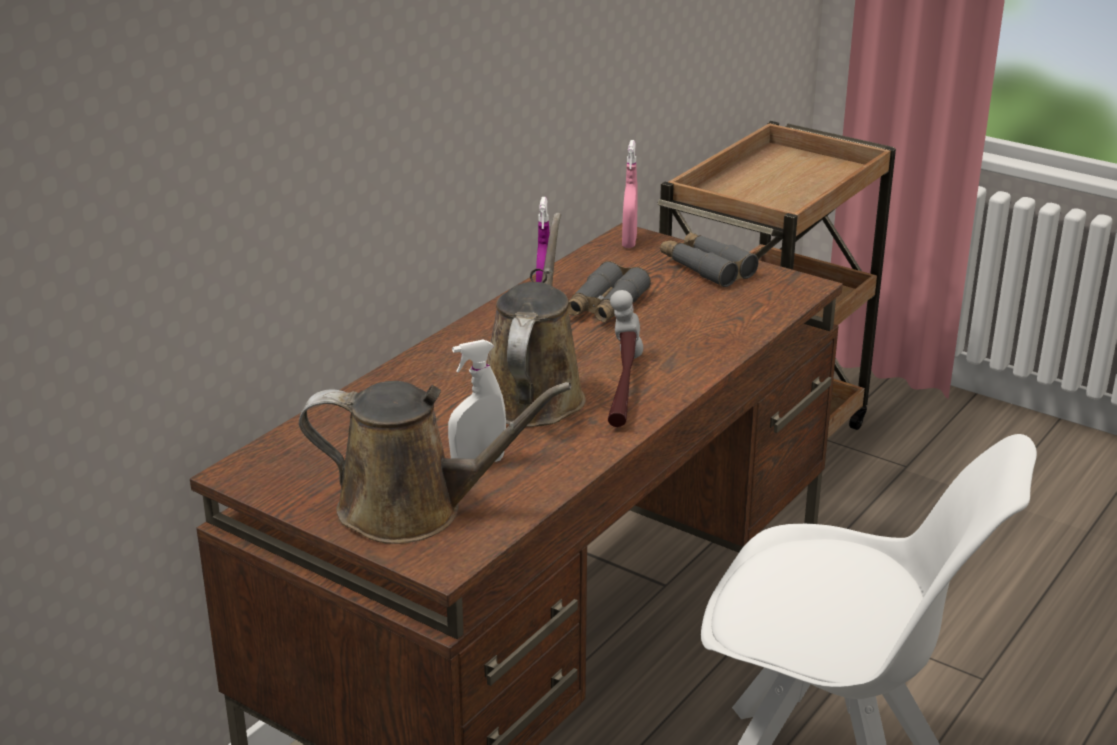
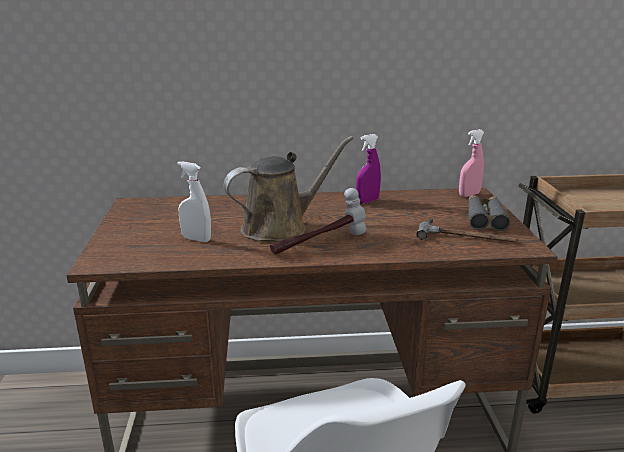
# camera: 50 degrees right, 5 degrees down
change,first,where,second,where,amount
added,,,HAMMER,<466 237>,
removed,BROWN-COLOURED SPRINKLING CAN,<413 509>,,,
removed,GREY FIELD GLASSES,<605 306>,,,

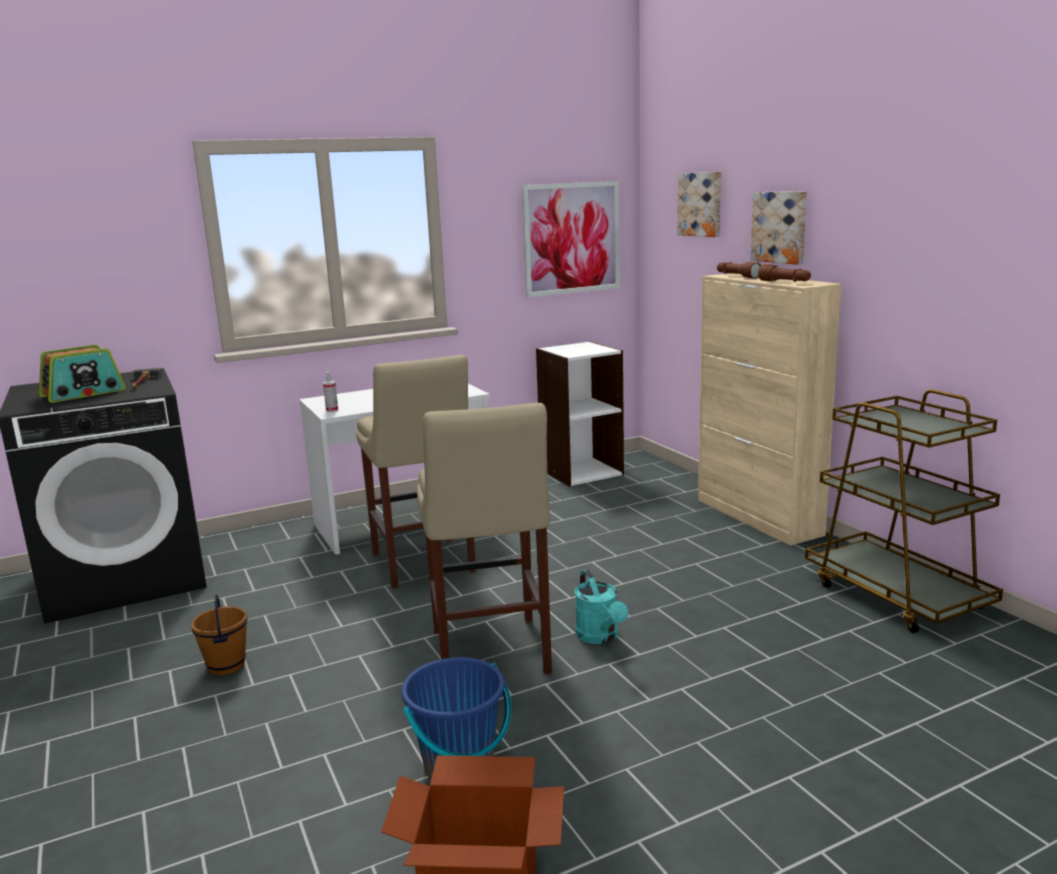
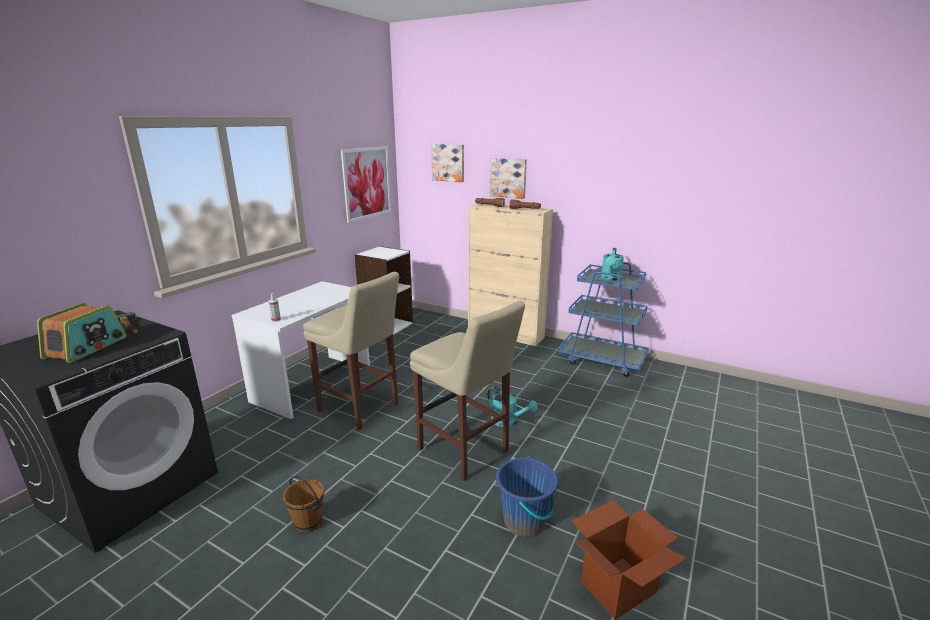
# camera: 35 degrees left, 5 degrees up
change,first,where,second,where,amount
recoloured,BROWN-COLOURED WHEELED CART,<896 595>,BLUE-COLOURED WHEELED CART,<602 360>,
added,,,TURQUOISE-COLOURED SPRINKLING CAN,<611 279>,

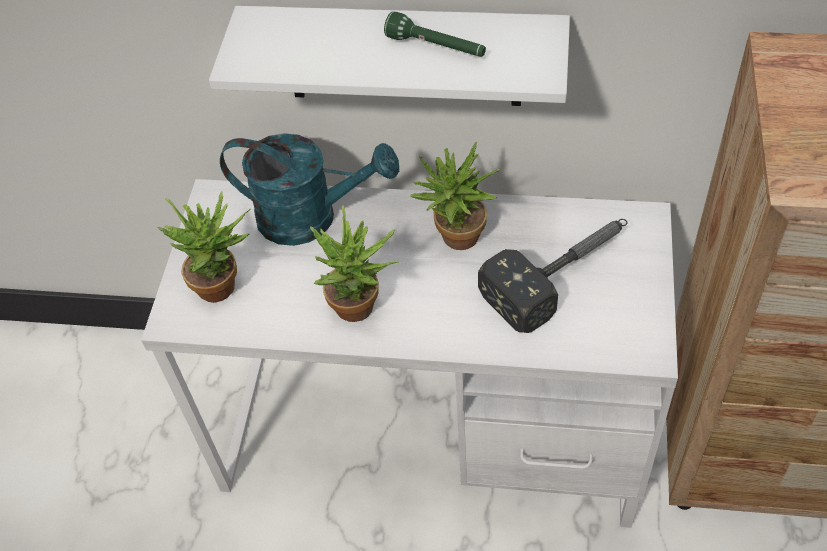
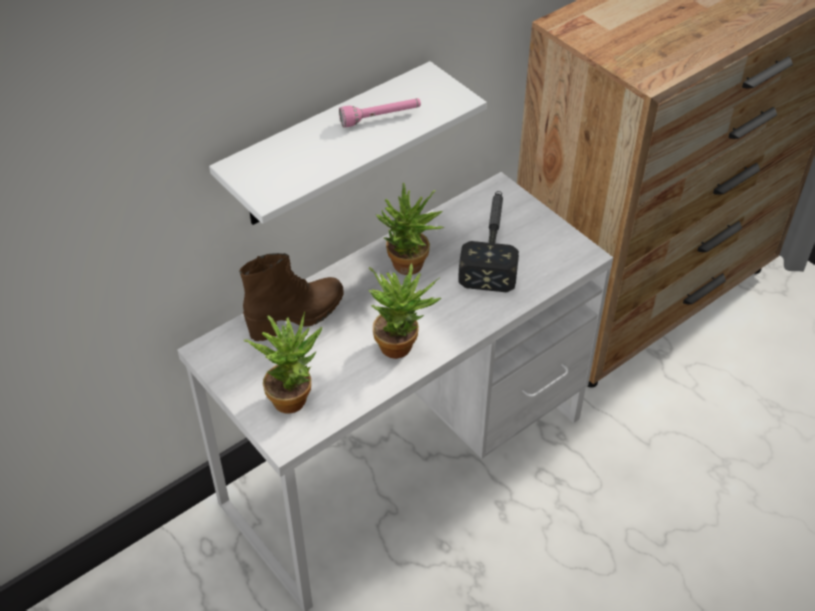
# camera: 50 degrees left, 5 degrees down
change,first,where,second,where,amount
replaced,TURQUOISE-COLOURED SPRINKLING CAN,<311 217>,BROWN-COLOURED BOOT,<297 317>,
recoloured,GREEN-COLOURED HAND TORCH,<436 48>,PINK HAND TORCH,<381 118>,

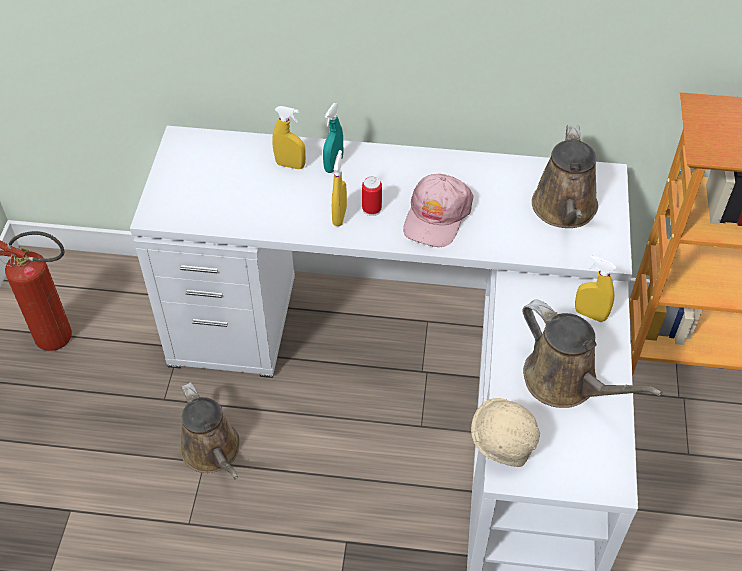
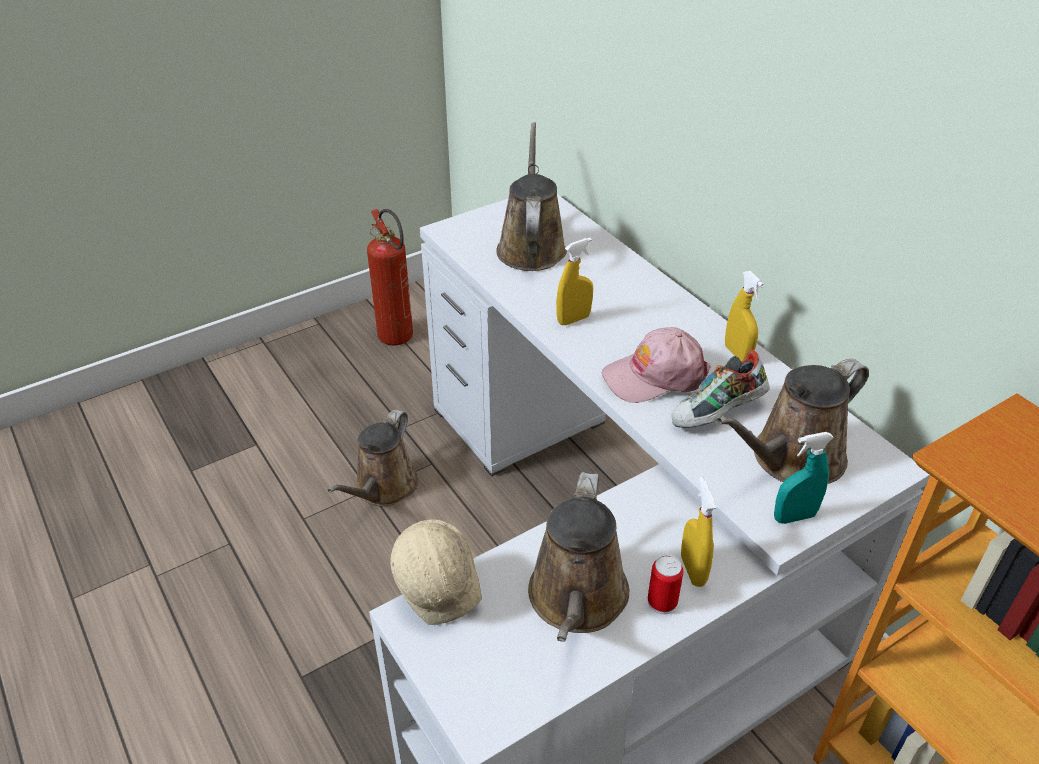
# camera: 50 degrees right, 10 degrees down
change,first,where,second,where,amount
added,,,BROWN-COLOURED SPRINKLING CAN,<531 246>,
moved,METAL CAN,<371 209>,,<662 602>,
added,,,SHOE,<717 414>,
moved,YELLOWISH SPRAYER,<290 165>,,<737 354>,
moved,TURQUOISE-COLOURED SPRAYER,<333 164>,,<794 517>,

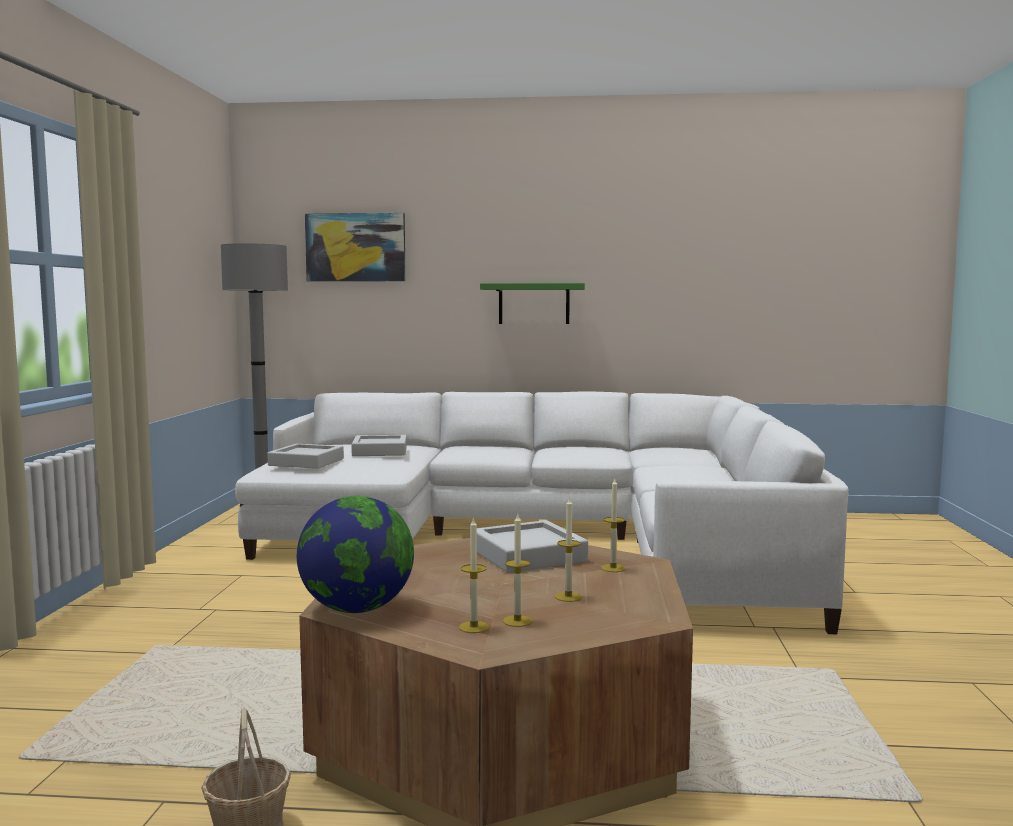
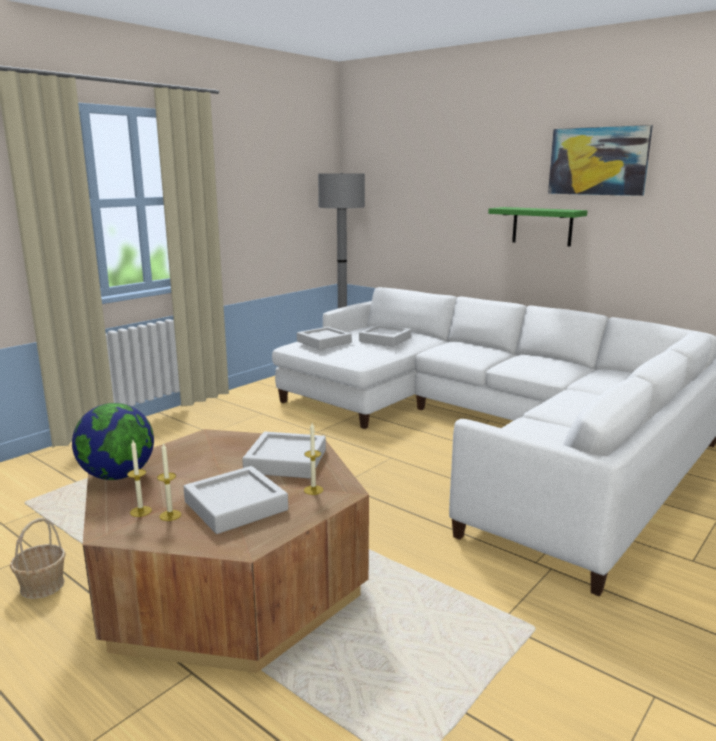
# camera: 35 degrees right, 10 degrees up
change,first,where,second,where,amount
replaced,WAX LIGHT,<568 597>,GREY SERVING TRAY,<236 506>,
moved,WALL PICTURE,<355 247>,,<598 161>,

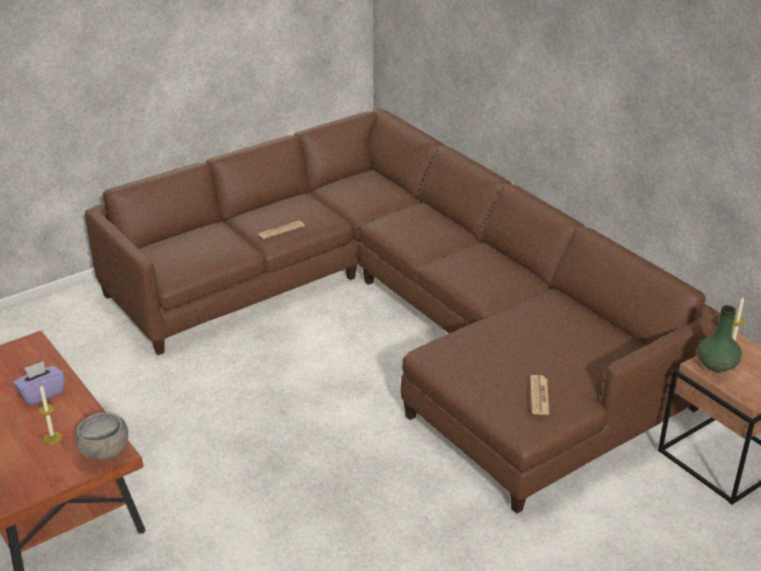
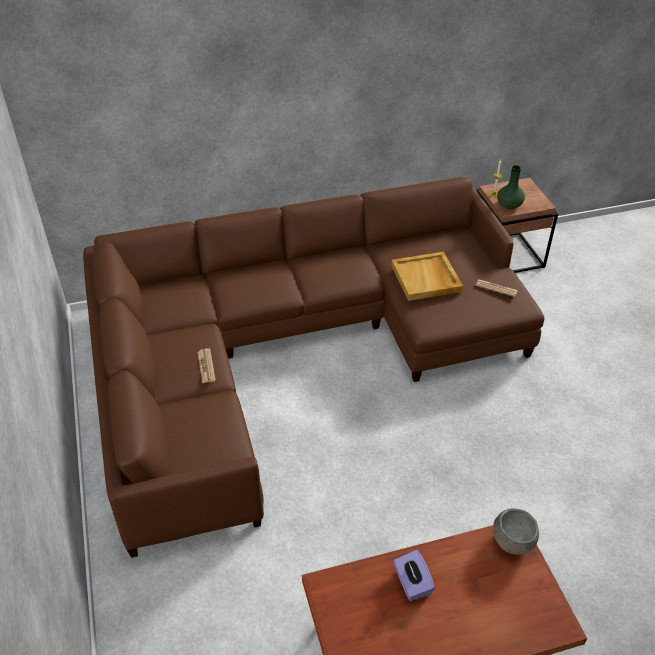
# camera: 70 degrees left, 10 degrees up
change,first,where,second,where,amount
added,,,SAND-COLOURED SERVING TRAY,<426 278>,
removed,WAX LIGHT,<52 438>,,,

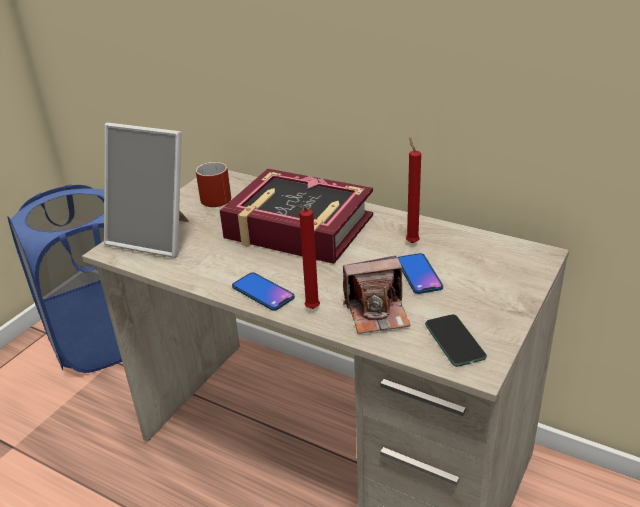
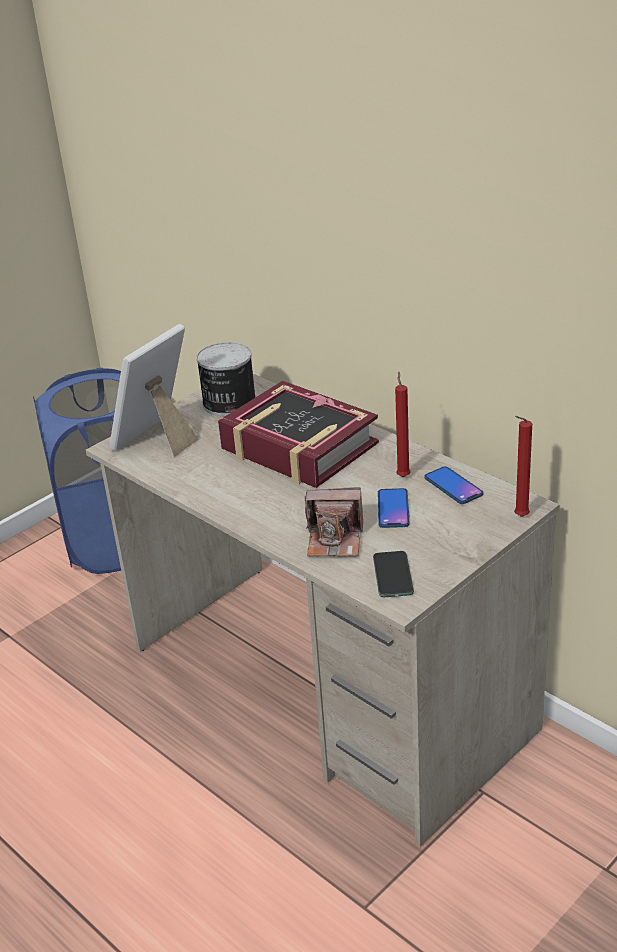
# camera: 15 degrees right, 0 degrees up
change,first,where,second,where,amount
turned,PICTURE FRAME,<156 237>,,<158 439>,90 degrees clockwise
replaced,REDDISH MUG,<214 197>,METAL CAN,<228 403>,
moved,HANDSET,<263 292>,,<453 486>,
moved,REDDISH WAX LIGHT,<310 309>,,<519 517>,

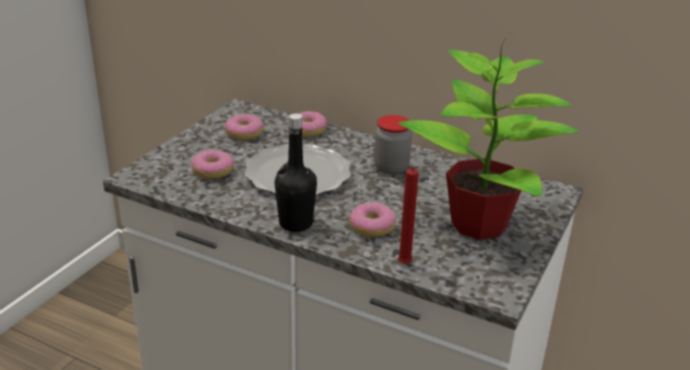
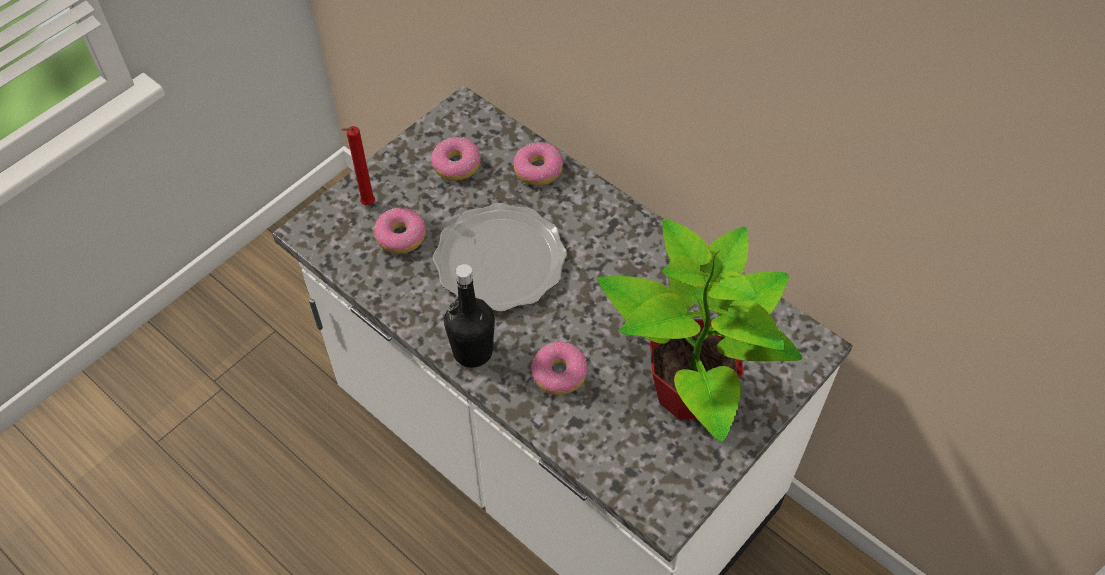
# camera: 15 degrees right, 25 degrees up
change,first,where,second,where,amount
moved,REDDISH WAX LIGHT,<403 265>,,<366 205>,
removed,STORAGE JAR,<391 168>,,,

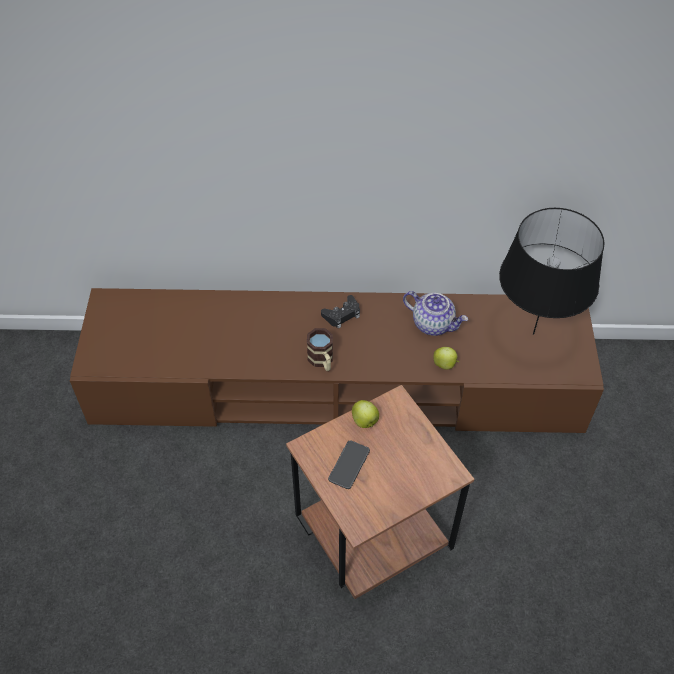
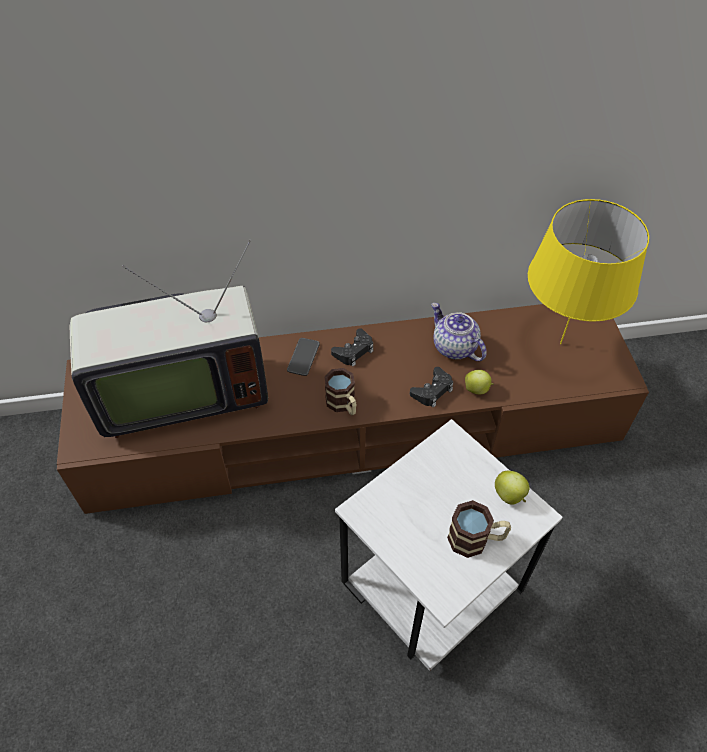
# camera: 10 degrees left, 0 degrees up
change,first,where,second,where,amount
added,,,TELEVISION,<180 392>,
moved,HANDSET,<349 465>,,<303 357>,
recoloured,BROWN-COLOURED ACCENT TABLE,<372 540>,WHITE ACCENT TABLE,<428 594>,
added,,,BLACK-COLOURED JOYPAD,<432 391>,
turned,POT FOR TEA,<433 324>,,<454 347>,150 degrees counterclockwise
added,,,MUG,<476 539>,
moved,APPLE,<365 422>,,<510 495>,
recoloured,BLACK-COLOURED LAMP FOR A TABLE,<533 333>,YELLOWISH LAMP FOR A TABLE,<560 343>,

